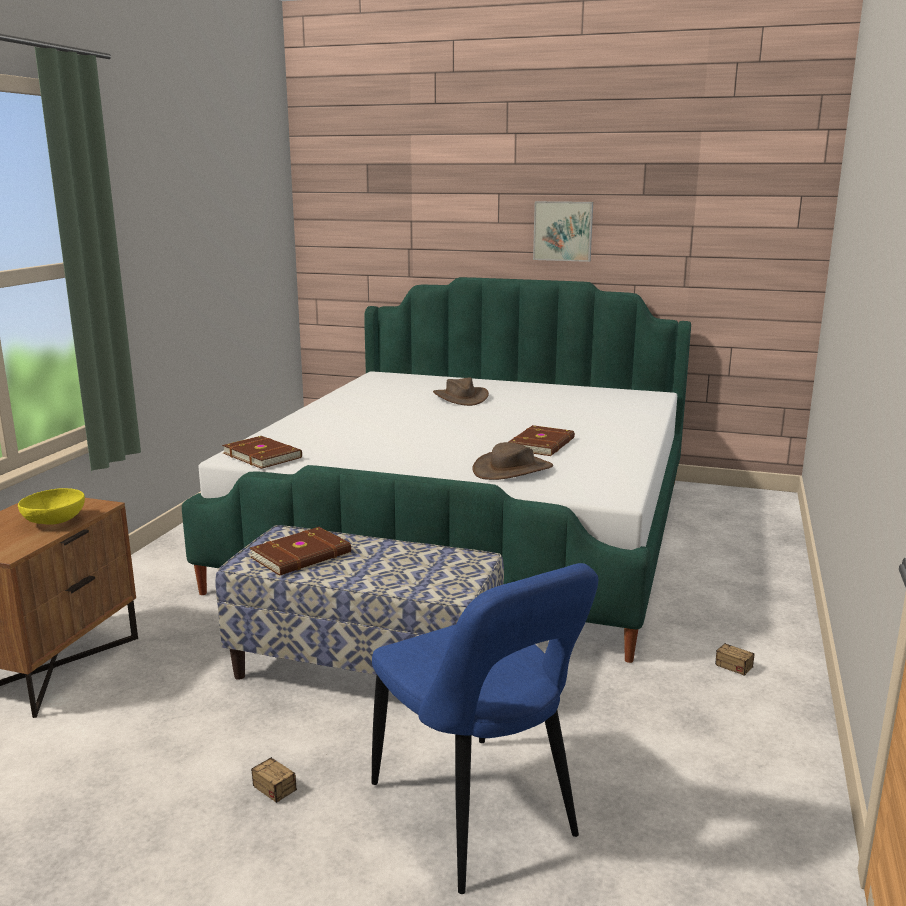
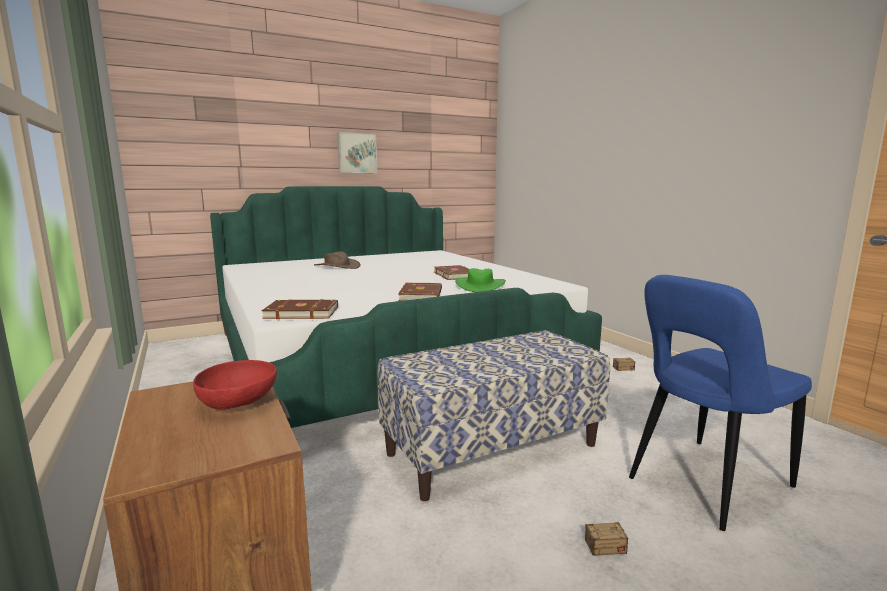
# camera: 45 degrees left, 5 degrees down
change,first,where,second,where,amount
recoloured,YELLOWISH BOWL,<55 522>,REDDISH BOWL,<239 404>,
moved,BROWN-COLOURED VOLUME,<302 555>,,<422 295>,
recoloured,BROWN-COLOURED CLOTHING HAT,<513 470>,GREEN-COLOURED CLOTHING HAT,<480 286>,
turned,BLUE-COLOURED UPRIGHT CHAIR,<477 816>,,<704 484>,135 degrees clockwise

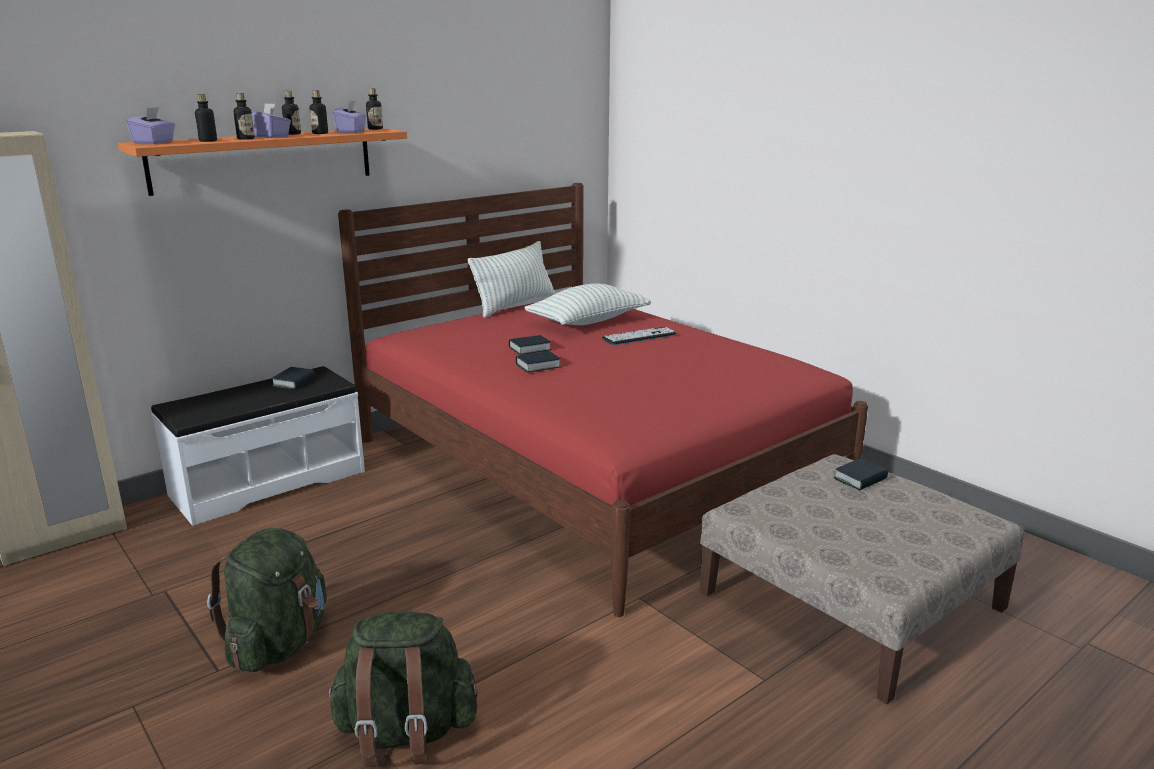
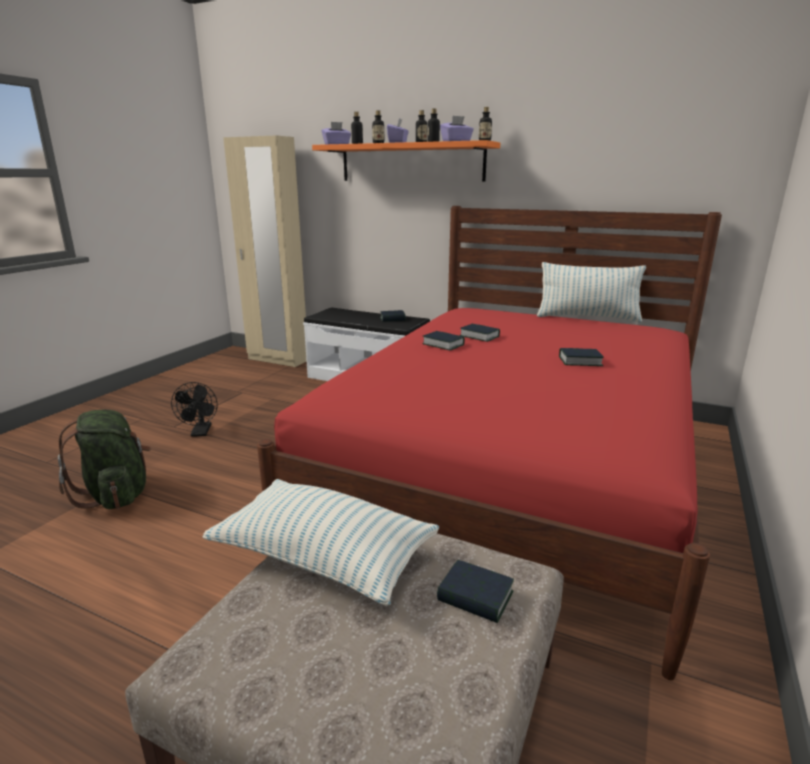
# camera: 65 degrees right, 0 degrees up
change,first,where,second,where,amount
replaced,GREEN-COLOURED BACKPACK,<279 644>,BLACK-COLOURED COOLING FAN,<200 433>,
moved,THROW PILLOW,<588 321>,,<324 557>,
replaced,COMPUTER KEYBOARD,<639 336>,VOLUME,<580 361>,

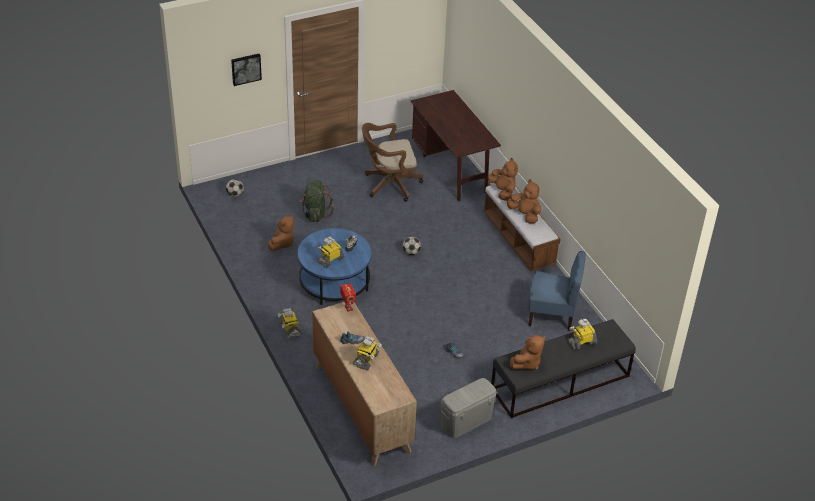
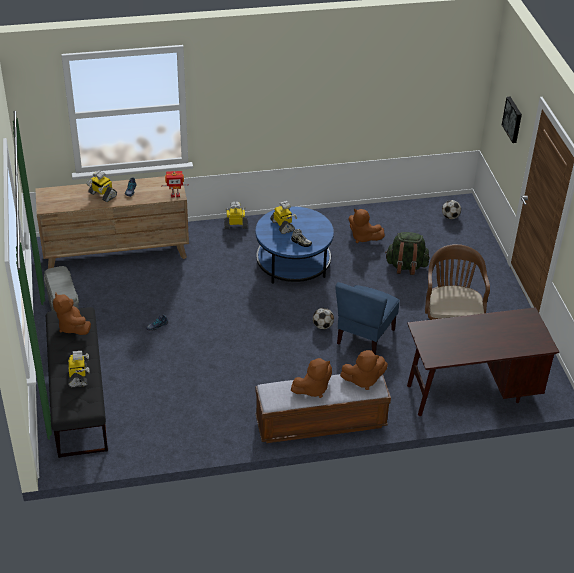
# camera: 105 degrees right, 0 degrees up
change,first,where,second,where,amount
moved,BLUE-COLOURED UPRIGHT CHAIR,<551 315>,,<364 336>,

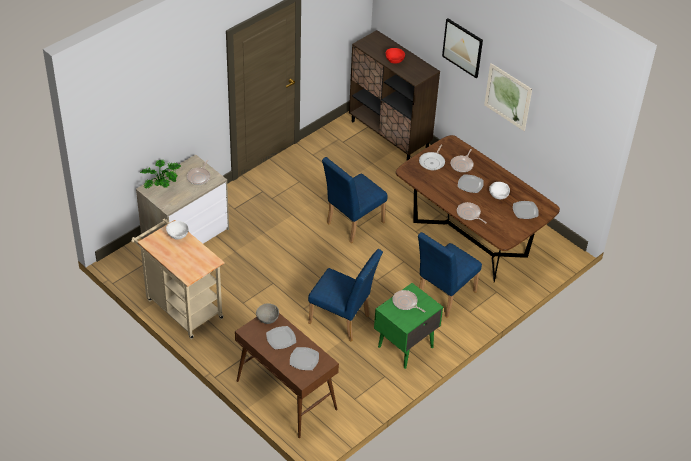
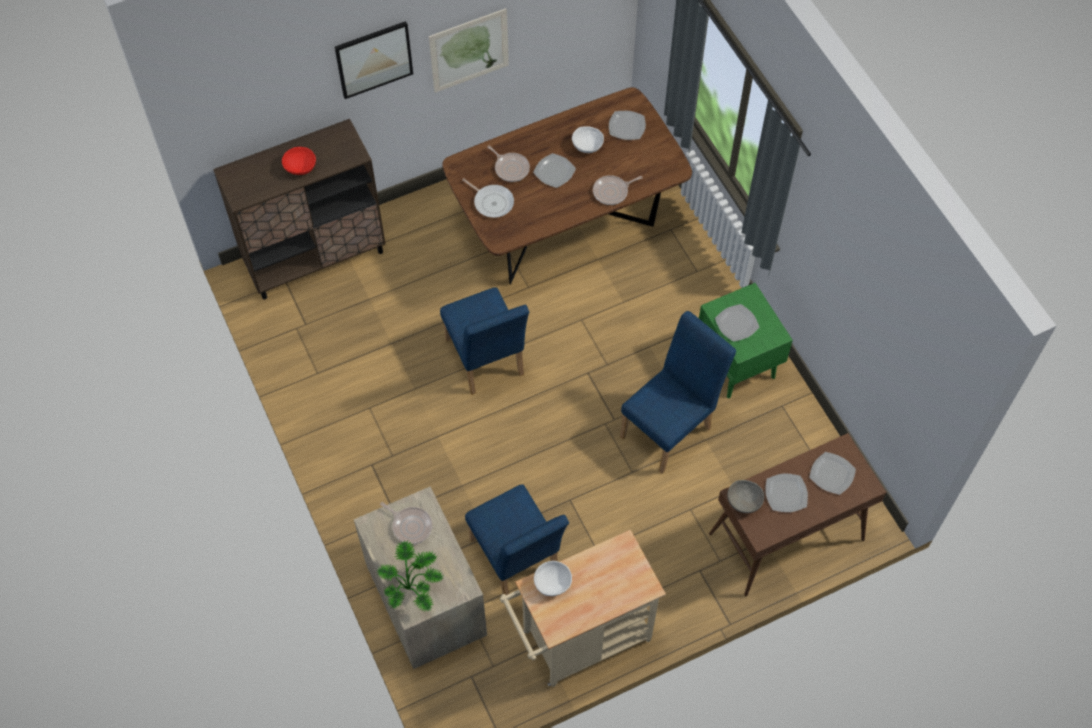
# camera: 70 degrees left, 15 degrees up
change,first,where,second,where,amount
moved,BLUE-COLOURED UPRIGHT CHAIR,<443 297>,,<517 562>,
replaced,SKILLET,<406 303>,DINNER PLATE,<737 324>,

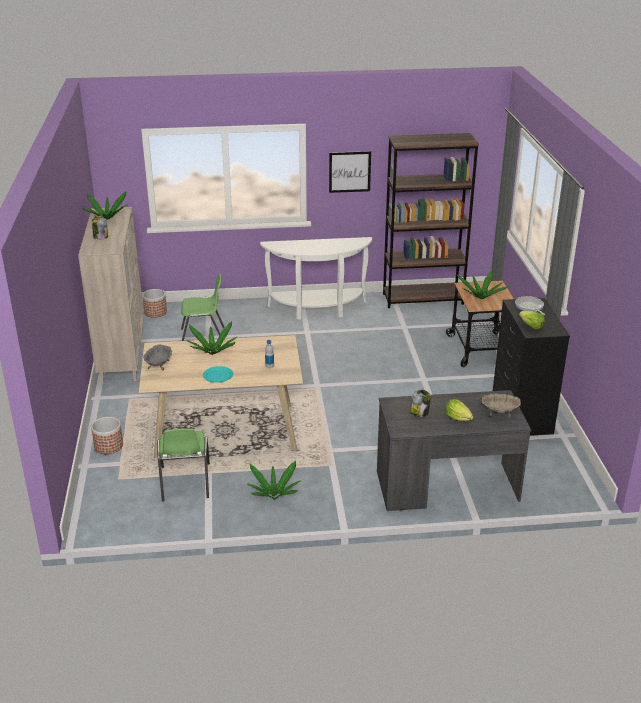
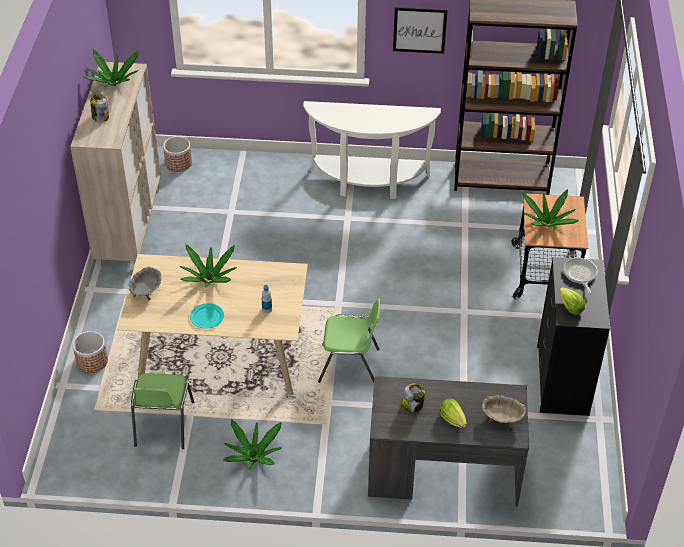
# camera: 10 degrees right, 15 degrees up
change,first,where,second,where,amount
moved,GREEN-COLOURED UPRIGHT CHAIR,<203 337>,,<350 365>,

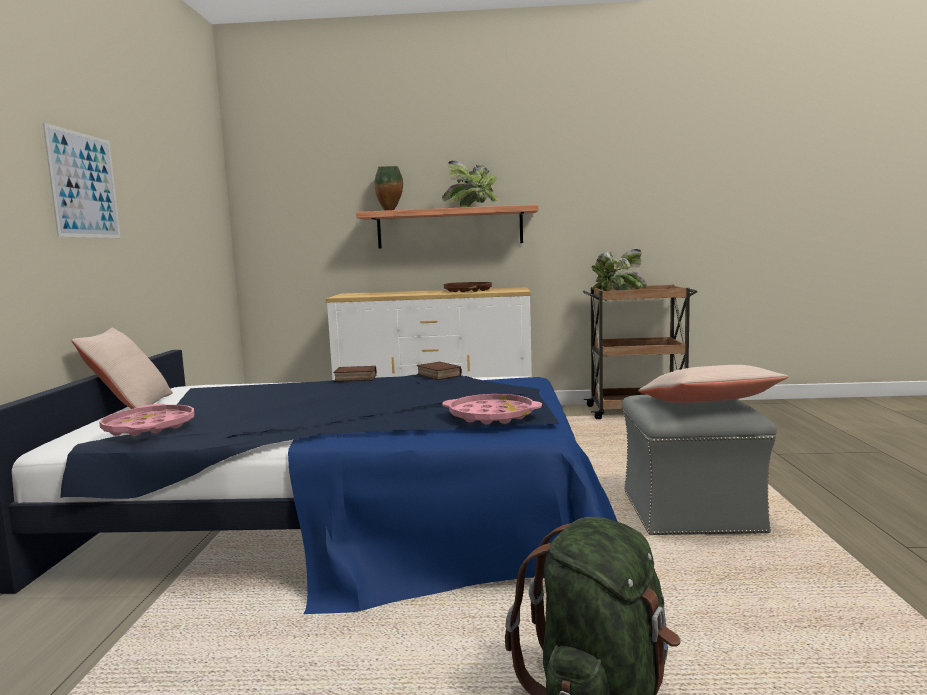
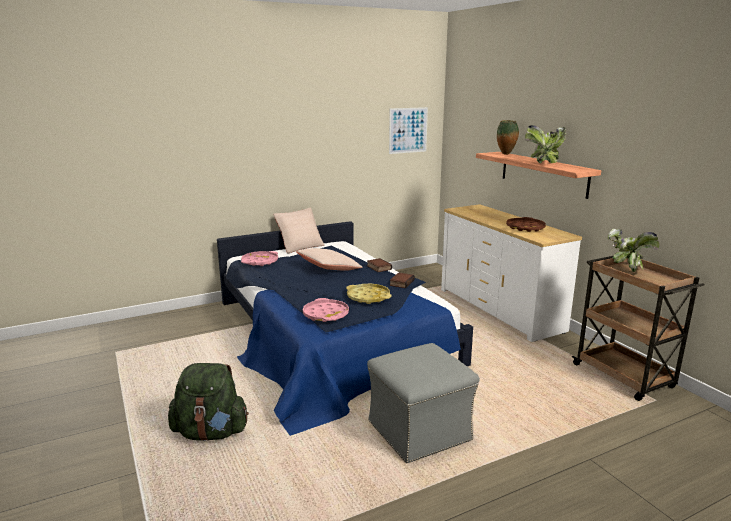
# camera: 60 degrees right, 10 degrees up
change,first,where,second,where,amount
moved,SAND-COLOURED THROW PILLOW,<708 405>,,<329 269>,
added,,,YELLOWISH SERVING TRAY,<368 297>,
moved,WALL PICTURE,<84 185>,,<408 130>,

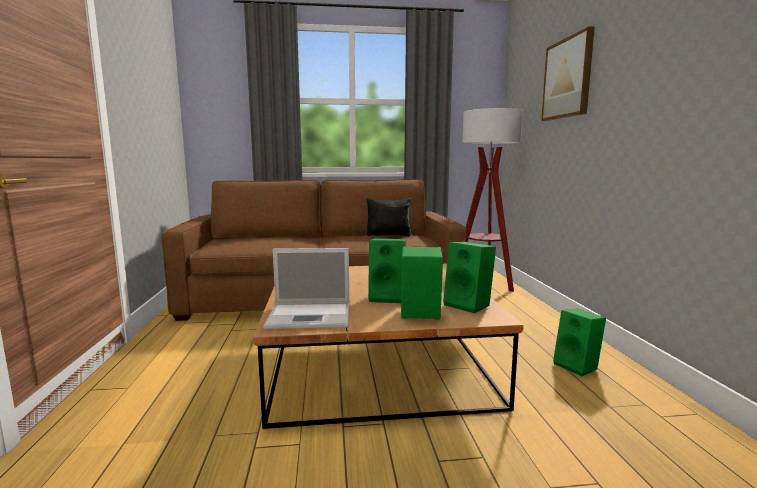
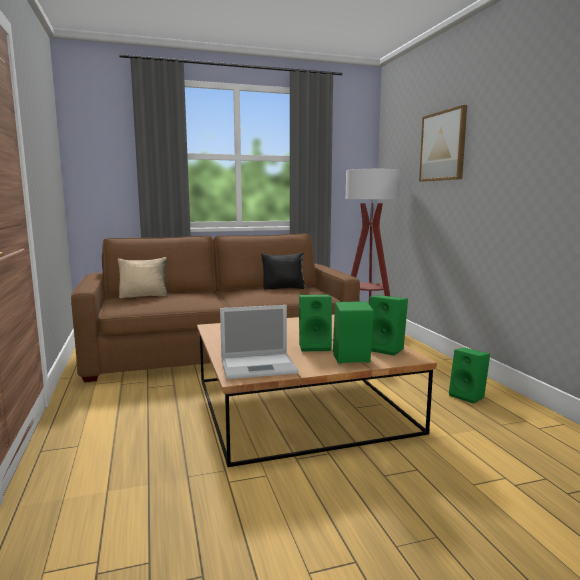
# camera: 10 degrees left, 0 degrees up
change,first,where,second,where,amount
added,,,SAND-COLOURED THROW PILLOW,<144 296>,

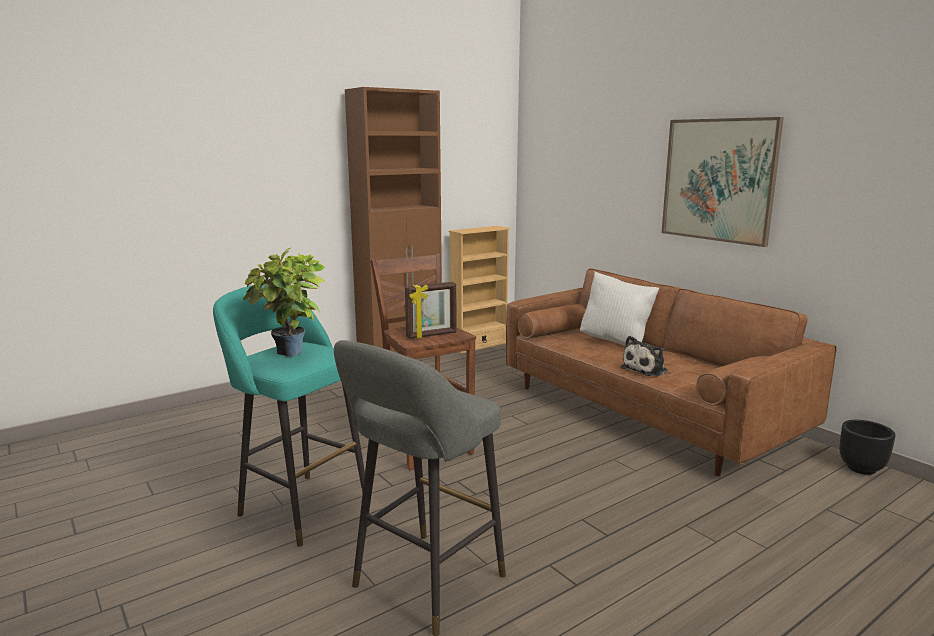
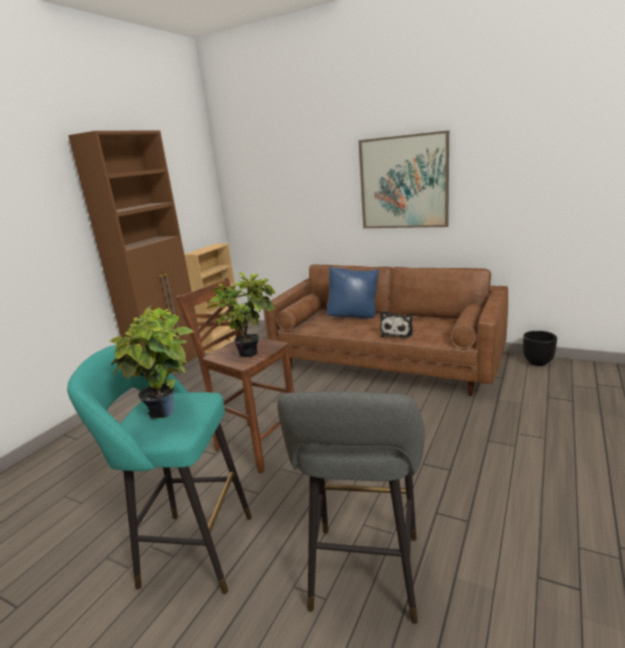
# camera: 25 degrees left, 5 degrees up
change,first,where,second,where,amount
replaced,PICTURE FRAME,<431 335>,HOUSEPLANT,<251 352>,
recoloured,WHITE THROW PILLOW,<616 342>,BLUE-COLOURED THROW PILLOW,<354 317>,

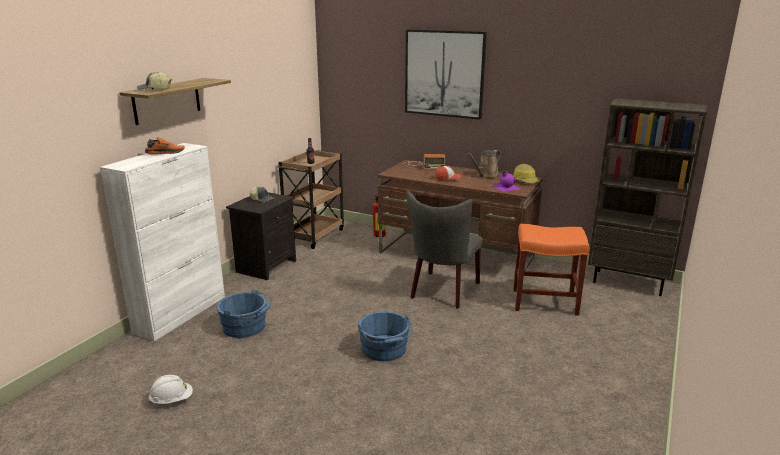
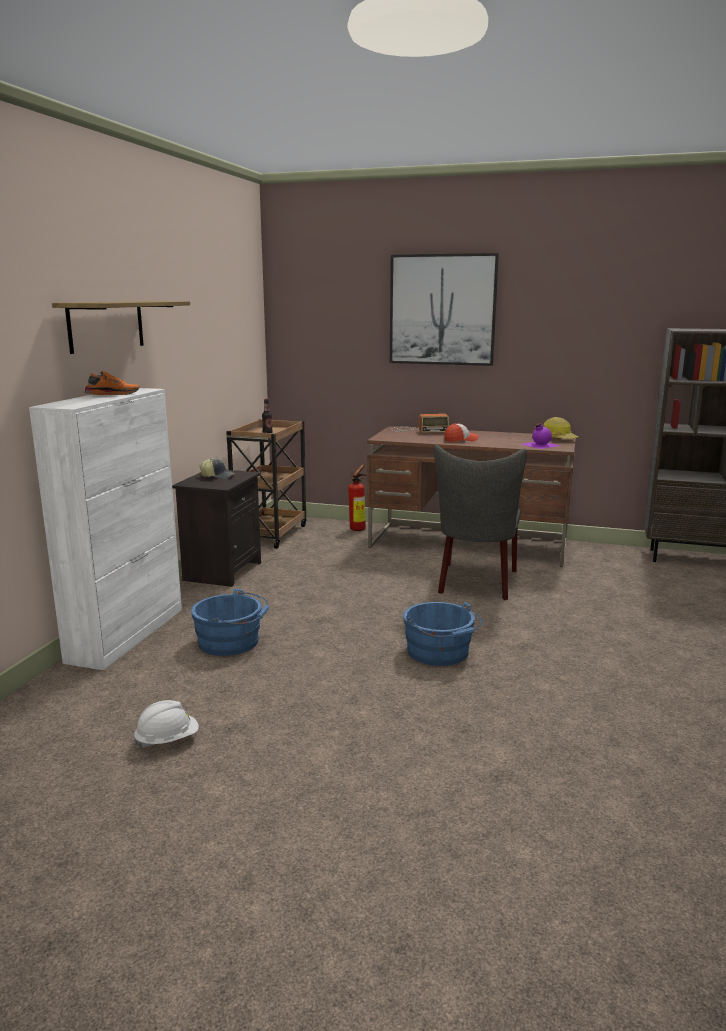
# camera: 10 degrees left, 5 degrees down
change,first,where,second,where,amount
removed,BASEBALL CAP,<154 89>,,,
removed,BROWN-COLOURED SPRINKLING CAN,<485 176>,,,
removed,ORANGEY STOOL SEAT,<545 302>,,,

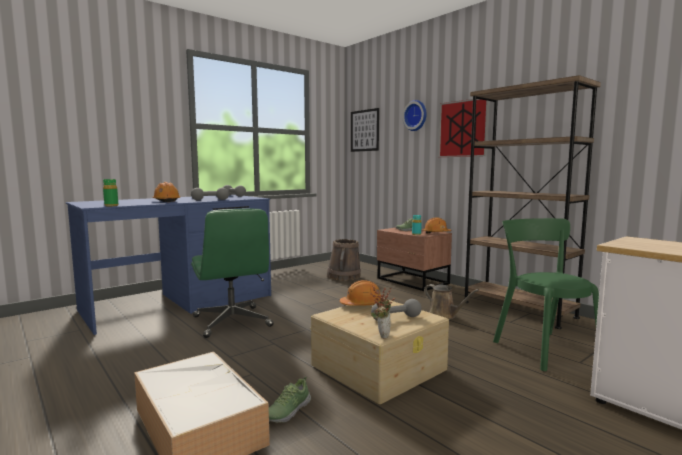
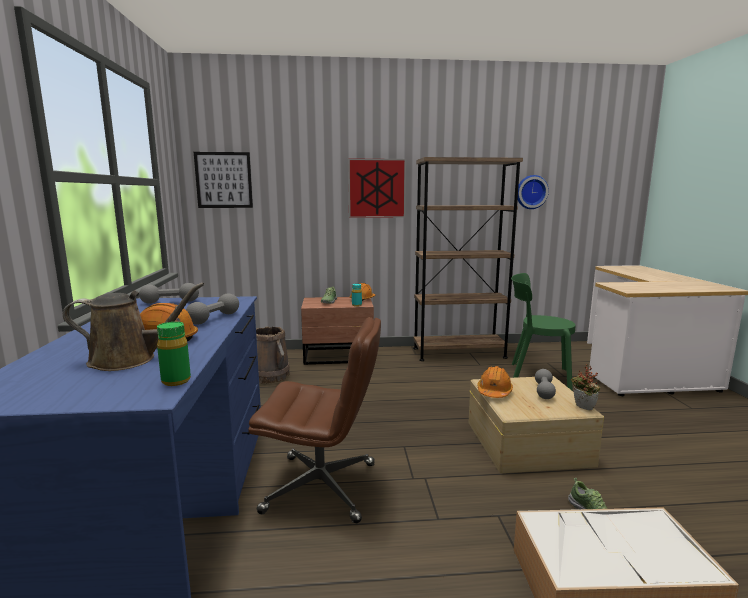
# camera: 55 degrees left, 5 degrees up
change,first,where,second,where,amount
moved,BROWN-COLOURED SPRINKLING CAN,<444 316>,,<129 359>,
recoloured,GREEN-COLOURED OFFICE CHAIR,<232 322>,BROWN-COLOURED OFFICE CHAIR,<322 487>,
moved,WALL CLOCK,<416 115>,,<531 192>,

